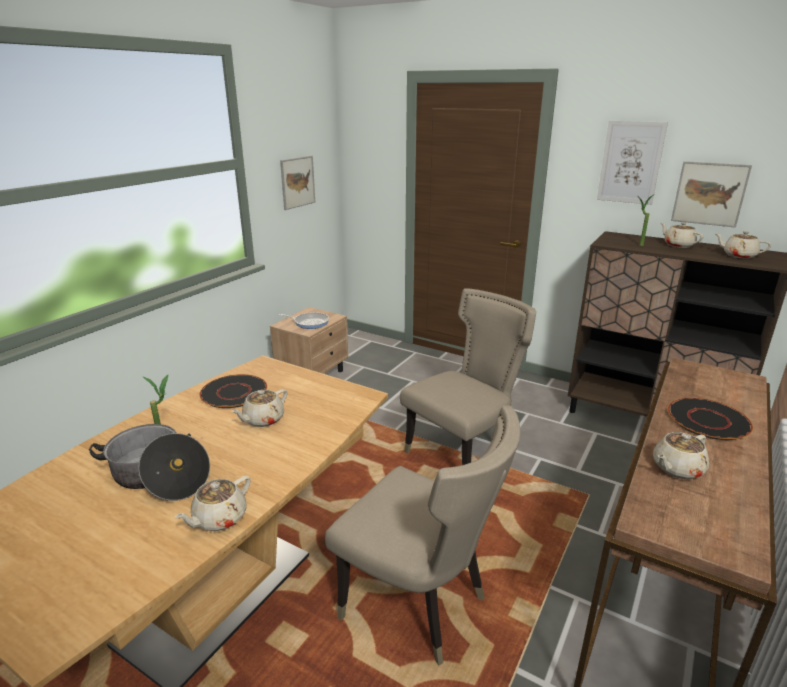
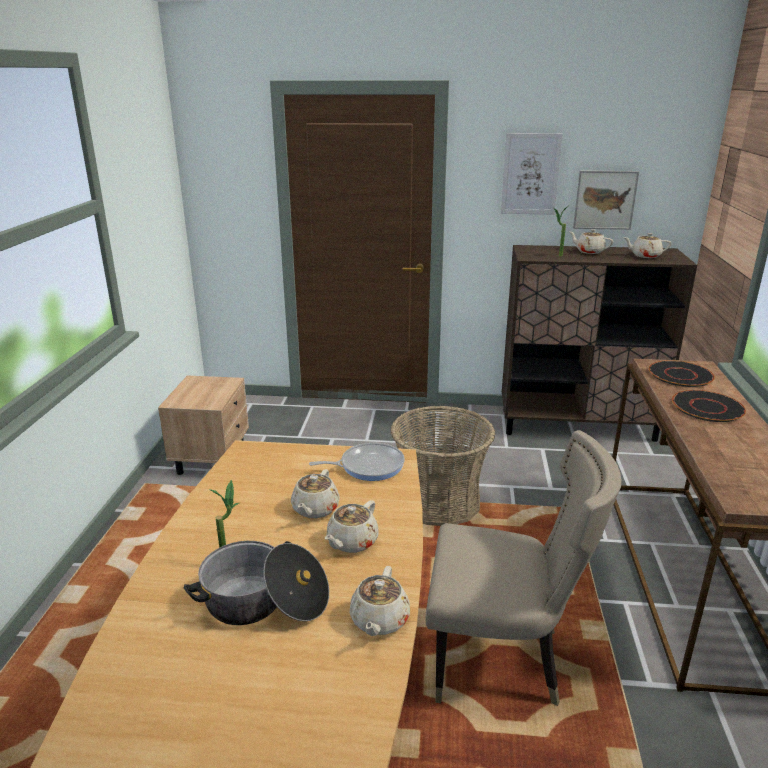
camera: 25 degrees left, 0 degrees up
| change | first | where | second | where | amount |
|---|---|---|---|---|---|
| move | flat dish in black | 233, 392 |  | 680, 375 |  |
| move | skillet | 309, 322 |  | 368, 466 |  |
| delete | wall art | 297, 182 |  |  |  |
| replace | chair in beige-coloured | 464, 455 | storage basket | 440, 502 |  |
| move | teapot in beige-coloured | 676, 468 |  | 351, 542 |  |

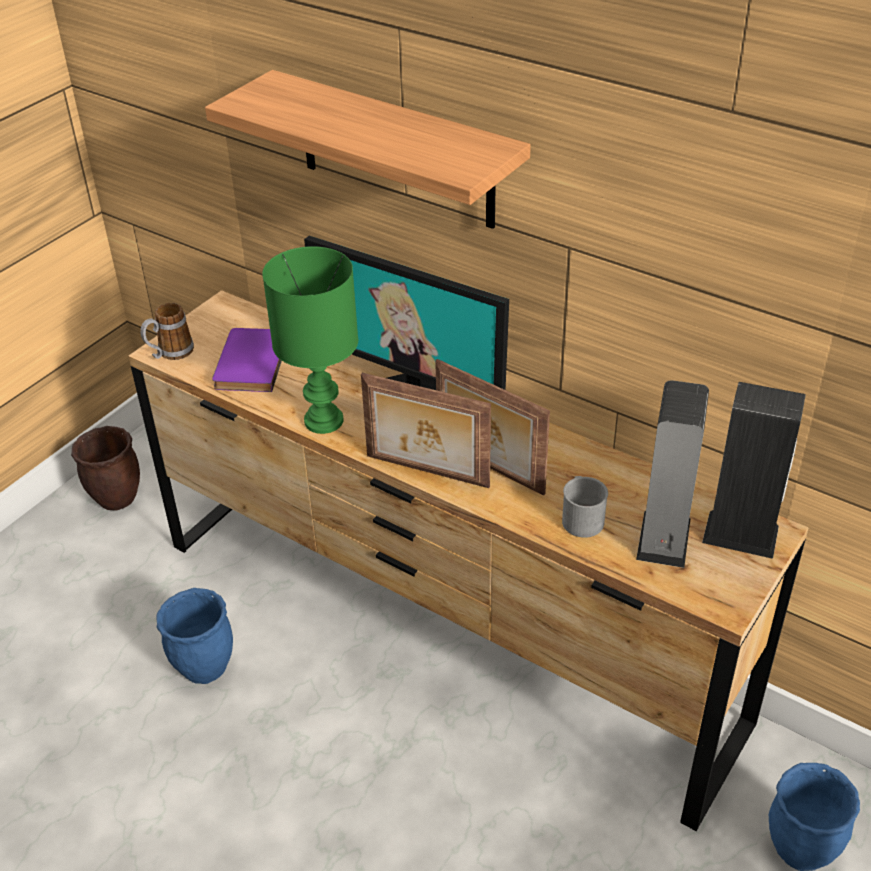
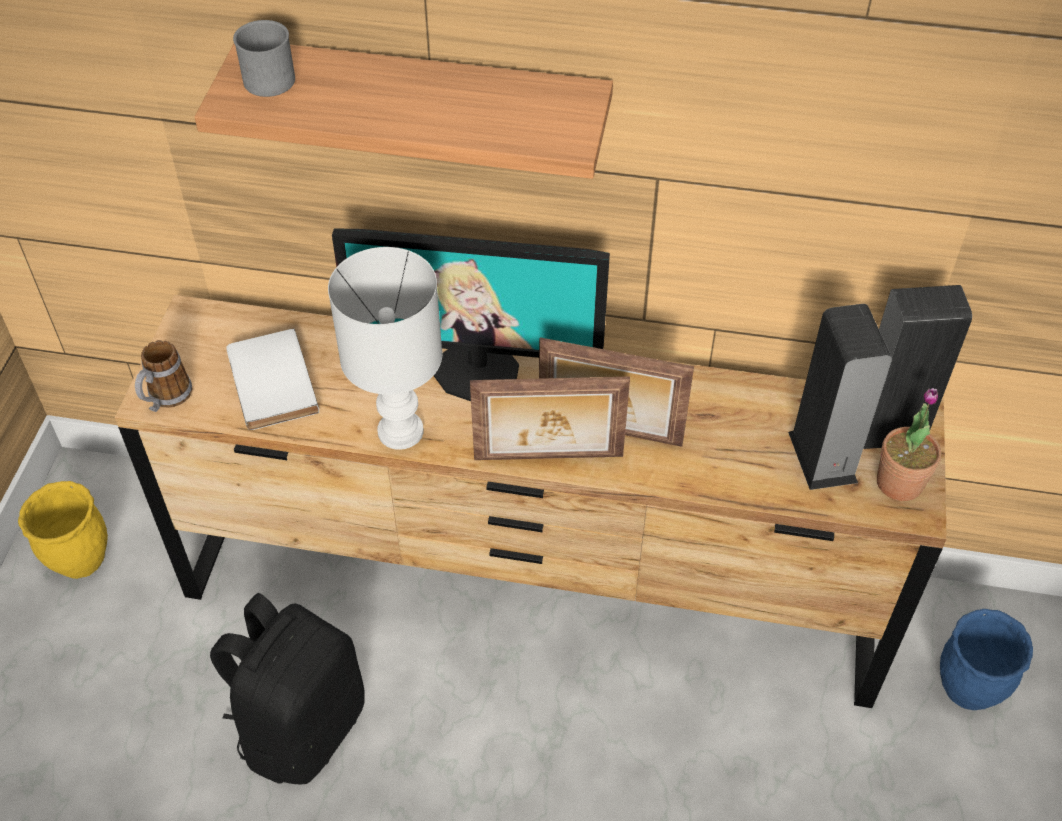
camera: 25 degrees left, 10 degrees up
| change | first | where | second | where | amount |
|---|---|---|---|---|---|
| recolor | plant pot in brownish | 117, 499 | plant pot in yellowish | 81, 560 |  |
| replace | plant pot in bluish | 205, 668 | rucksack in black | 301, 726 |  |
| recolor | volume in purple | 248, 363 | volume in white | 268, 383 |  |
| recolor | lamp for a table in greenish | 322, 421 | lamp for a table in white | 399, 432 |  |
| move | tea mug in grey | 581, 517 |  | 265, 76 |  |
| insert |  |  | houseplant | 899, 483 |  |

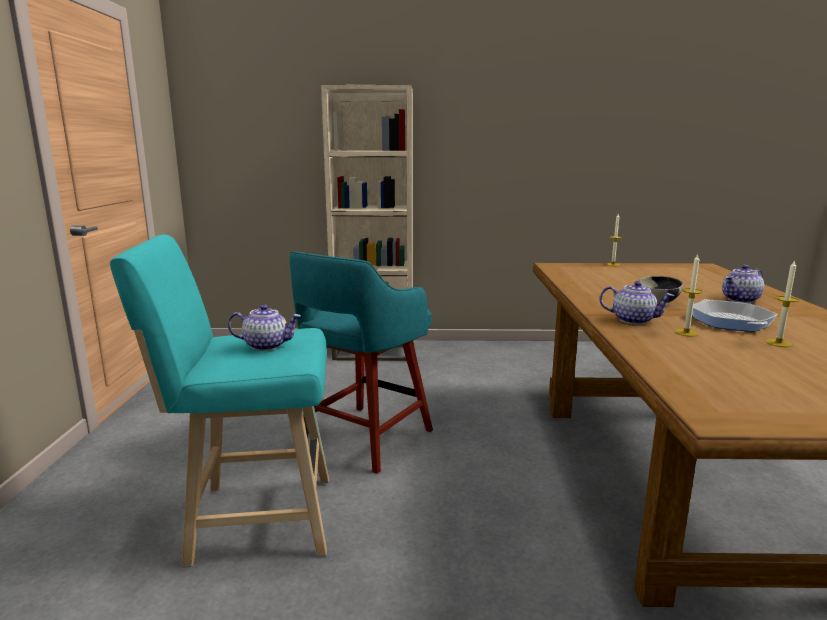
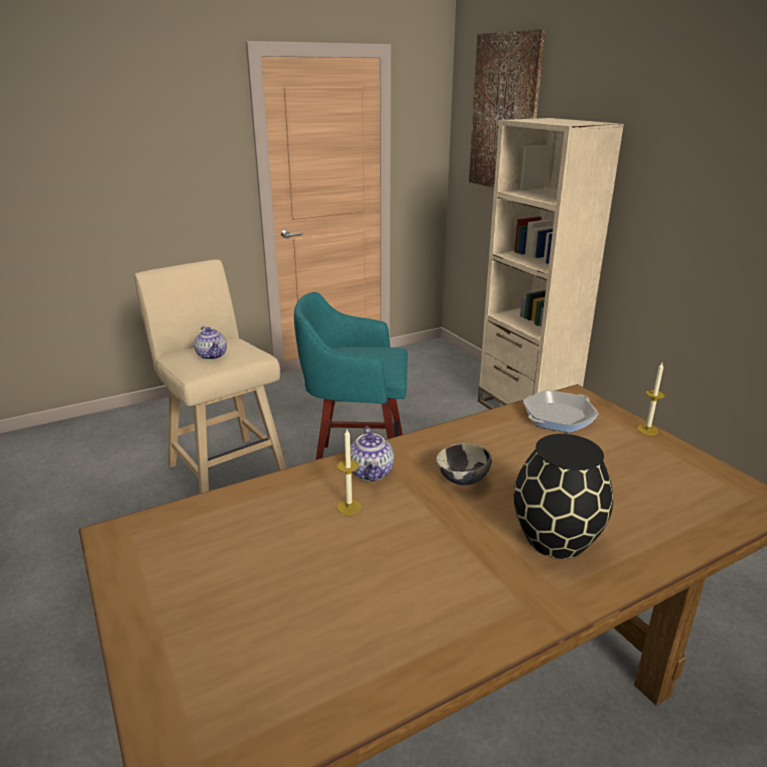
camera: 60 degrees right, 10 degrees up
| change | first | where | second | where | amount |
|---|---|---|---|---|---|
| recolor | sitting stool in turquoise-coloured | 253, 519 | sitting stool in beige-coloured | 224, 467 |  |
| move | skillet | 730, 321 |  | 558, 417 |  |
| replace | teapot | 741, 300 | decorative vase in black | 556, 540 |  |
| delete | candle | 778, 343 |  |  |  |
| insert |  |  | wall art | 505, 113 |  |

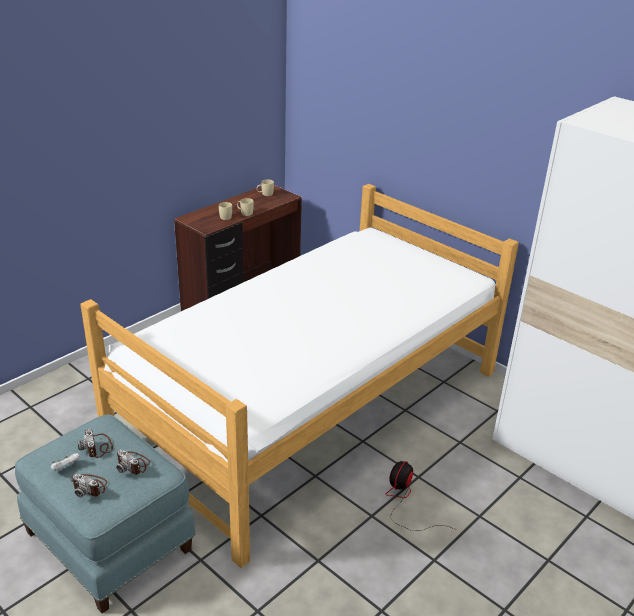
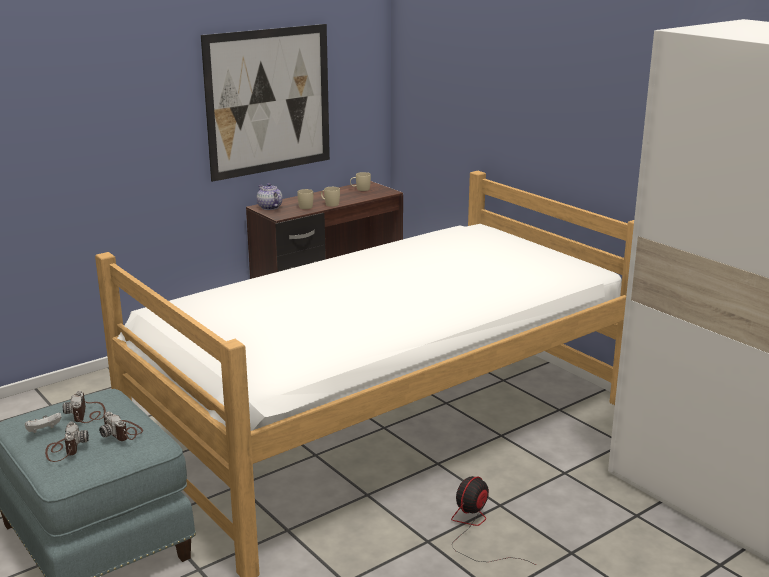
camera: 10 degrees right, 10 degrees down
| change | first | where | second | where | amount |
|---|---|---|---|---|---|
| rotate | photo camera | 90, 487 |  | 64, 449 | 135 degrees counterclockwise |
| insert |  |  | wall art | 269, 101 |  |
| insert |  |  | teapot | 269, 207 |  |

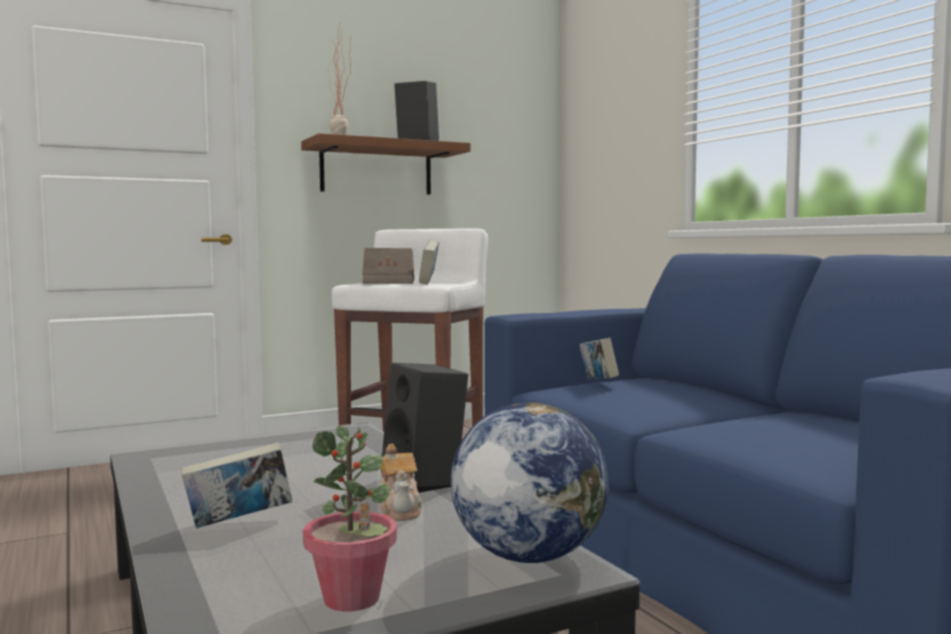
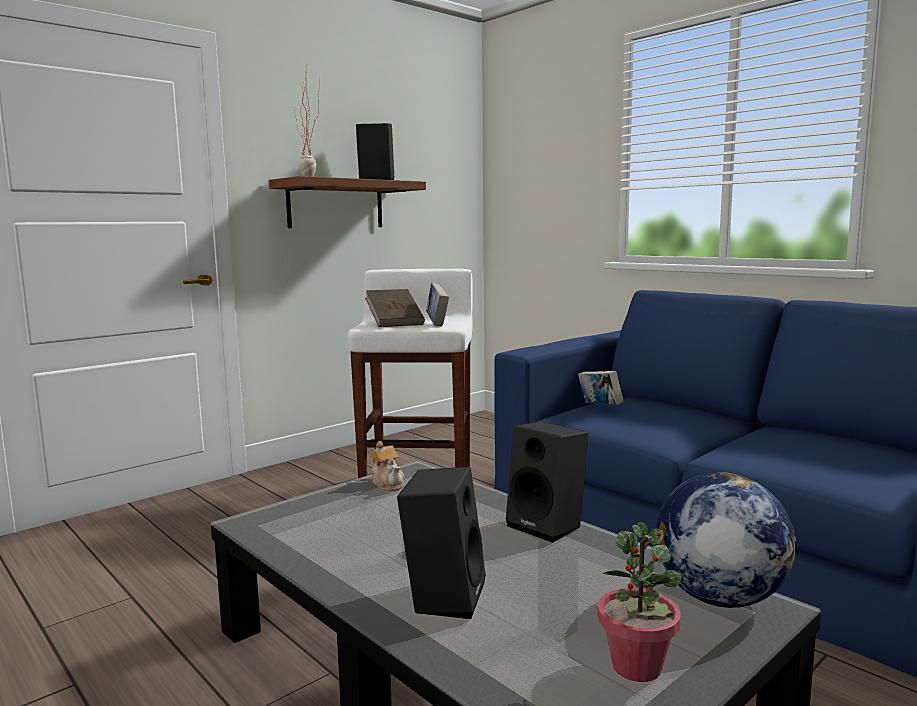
camera: 15 degrees left, 5 degrees up
| change | first | where | second | where | amount |
|---|---|---|---|---|---|
| replace | volume | 239, 523 | loudspeaker in black | 443, 596 |  |
| move | teapot | 400, 510 |  | 388, 483 |  |

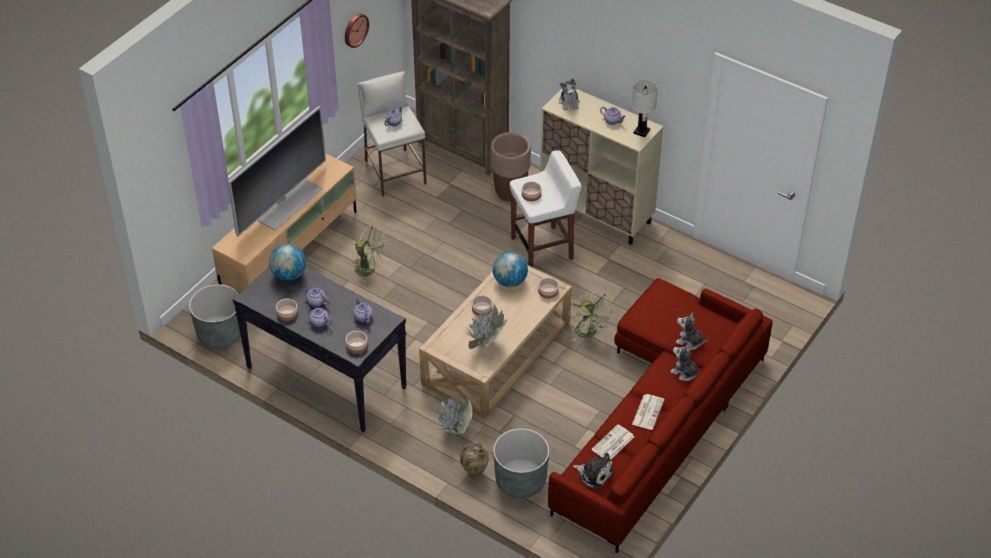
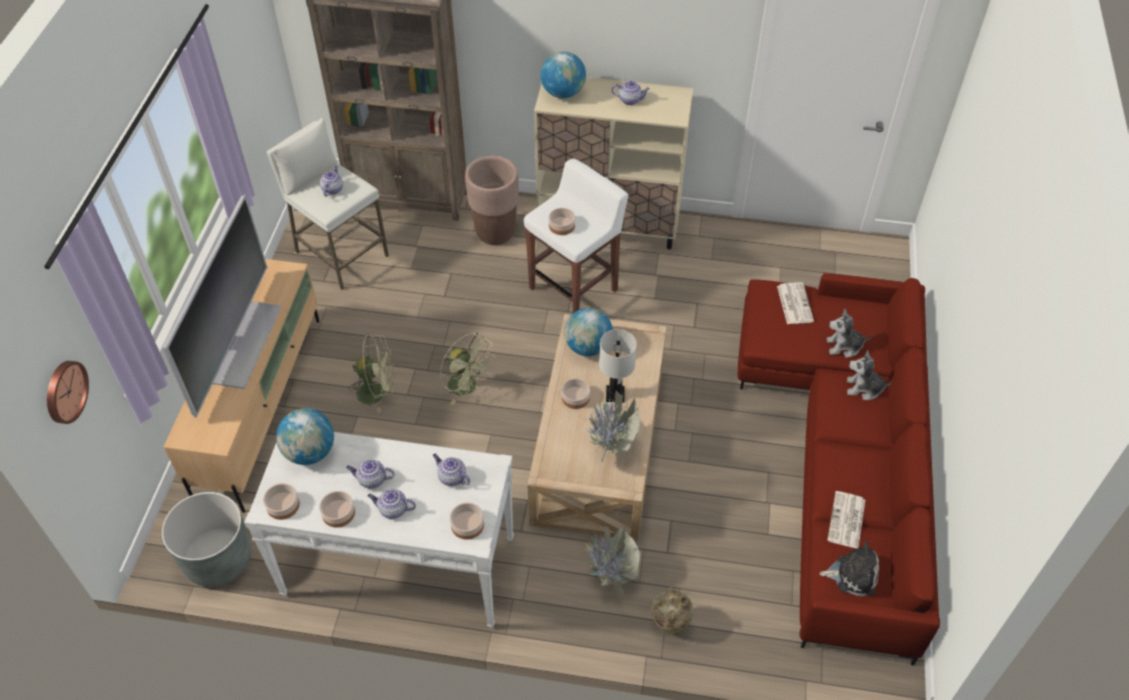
camera: 25 degrees left, 5 degrees up
| change | first | where | second | where | amount |
|---|---|---|---|---|---|
| recolor | console table in black | 325, 377 | console table in white | 398, 566 |  |
| move | hanging clock | 355, 30 |  | 64, 391 |  |
| delete | plant pot in grey | 520, 480 |  |  |  |
| move | serving bowl | 548, 291 |  | 283, 505 |  |
| replace | cuddly toy | 569, 102 | globe | 563, 93 |  |
| move | cooling fan in greenish | 589, 334 |  | 467, 387 |  |
| move | lamp for a table in white | 641, 131 |  | 614, 395 |  |
| move | newspaper | 648, 411 |  | 794, 303 |  |

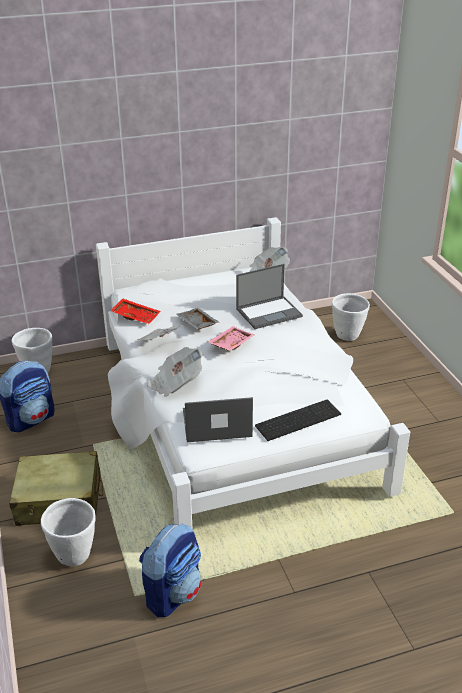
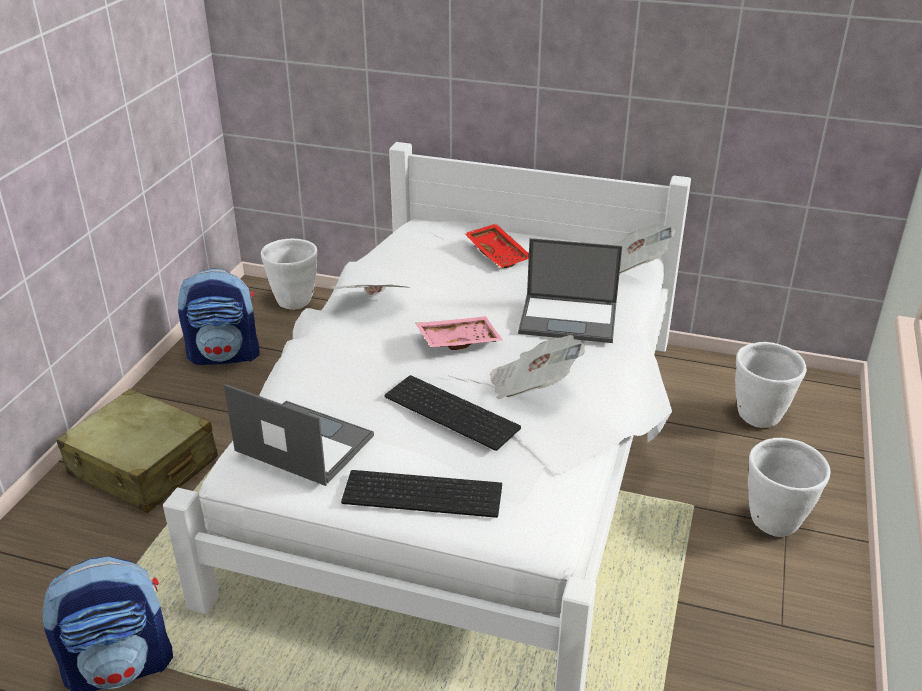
camera: 35 degrees right, 0 degrees up
| change | first | where | second | where | amount |
|---|---|---|---|---|---|
| move | plant pot in white | 74, 556 |  | 775, 523 |  |
| move | serving tray in red | 136, 316 |  | 499, 253 |  |
| move | newspaper | 175, 383 |  | 532, 387 |  |
| delete | serving tray in grey | 196, 324 |  |  |  |
| insert |  |  | computer keyboard | 454, 411 |  |

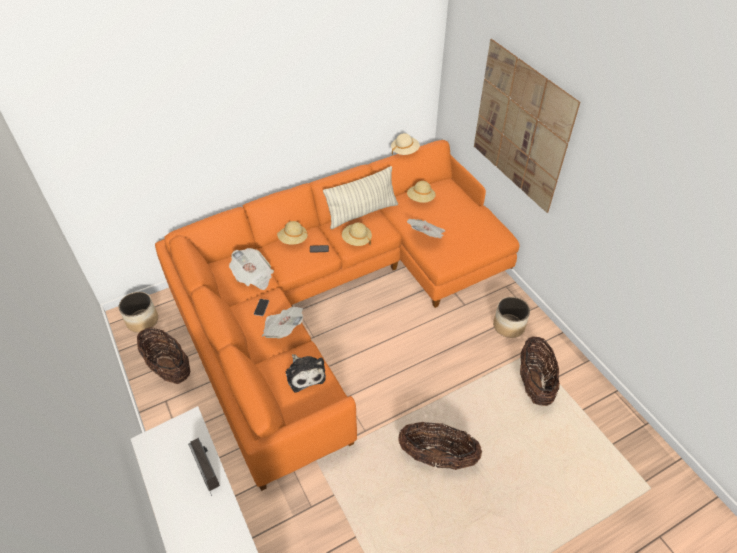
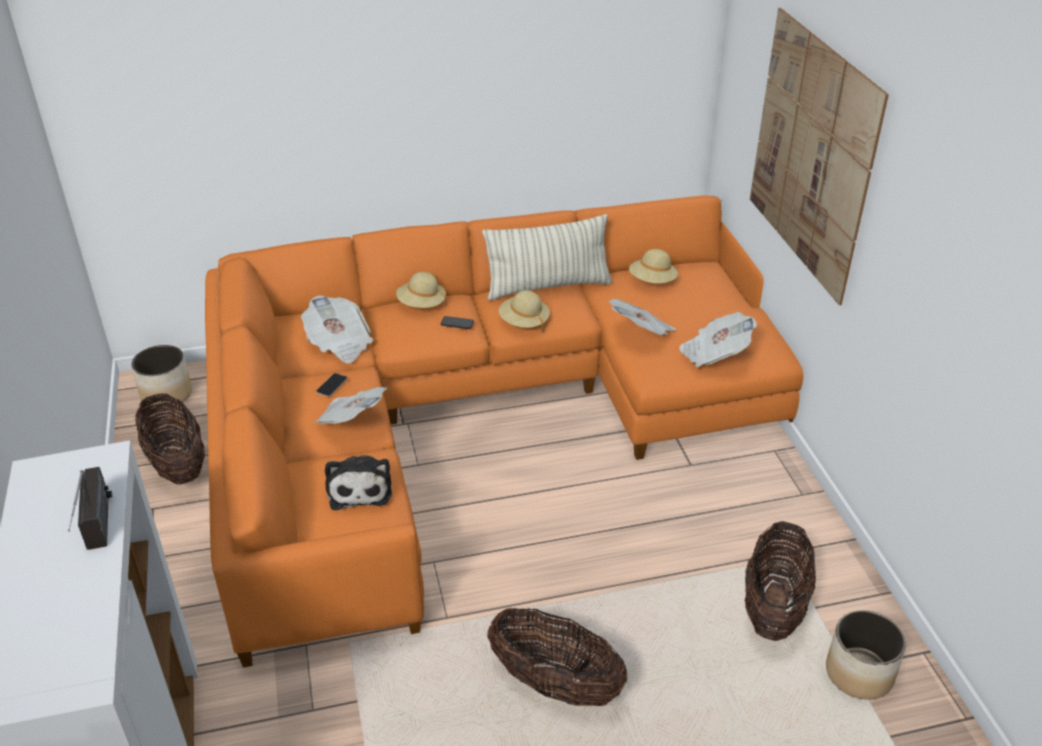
camera: 15 degrees right, 10 degrees down
| change | first | where | second | where | amount |
|---|---|---|---|---|---|
| delete | clothing hat in beige-coloured | 404, 151 |  |  |  |
| move | plant pot | 508, 326 |  | 858, 673 |  |
| insert |  |  | newspaper | 714, 354 |  |

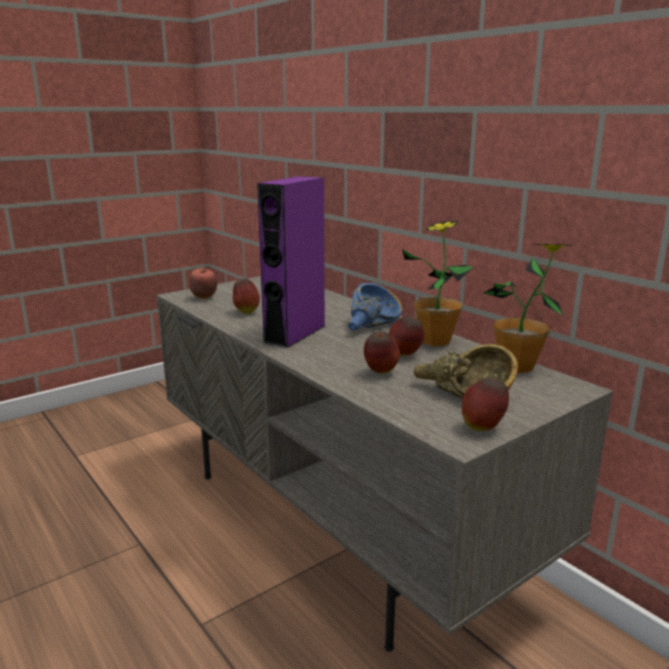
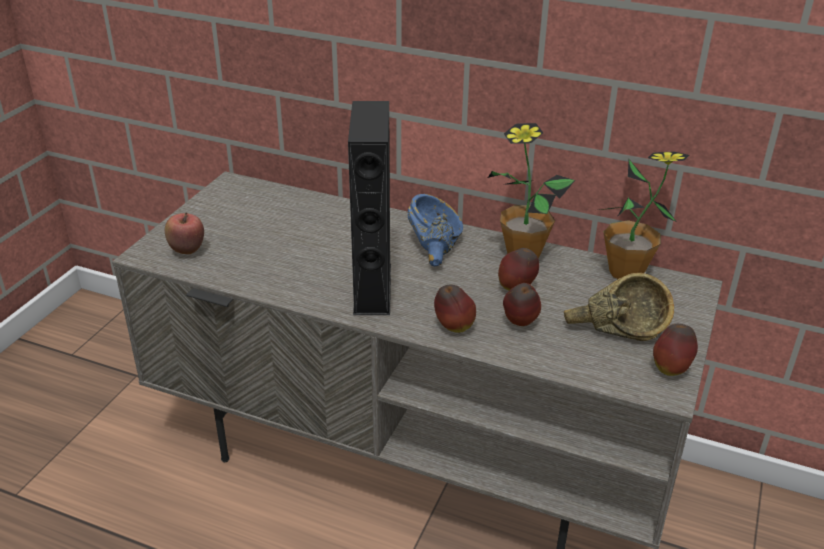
camera: 30 degrees left, 15 degrees up
| change | first | where | second | where | amount |
|---|---|---|---|---|---|
| move | apple | 246, 312 |  | 453, 327 |  |
| recolor | loudspeaker in purple | 295, 334 | loudspeaker in black | 372, 288 |  |

